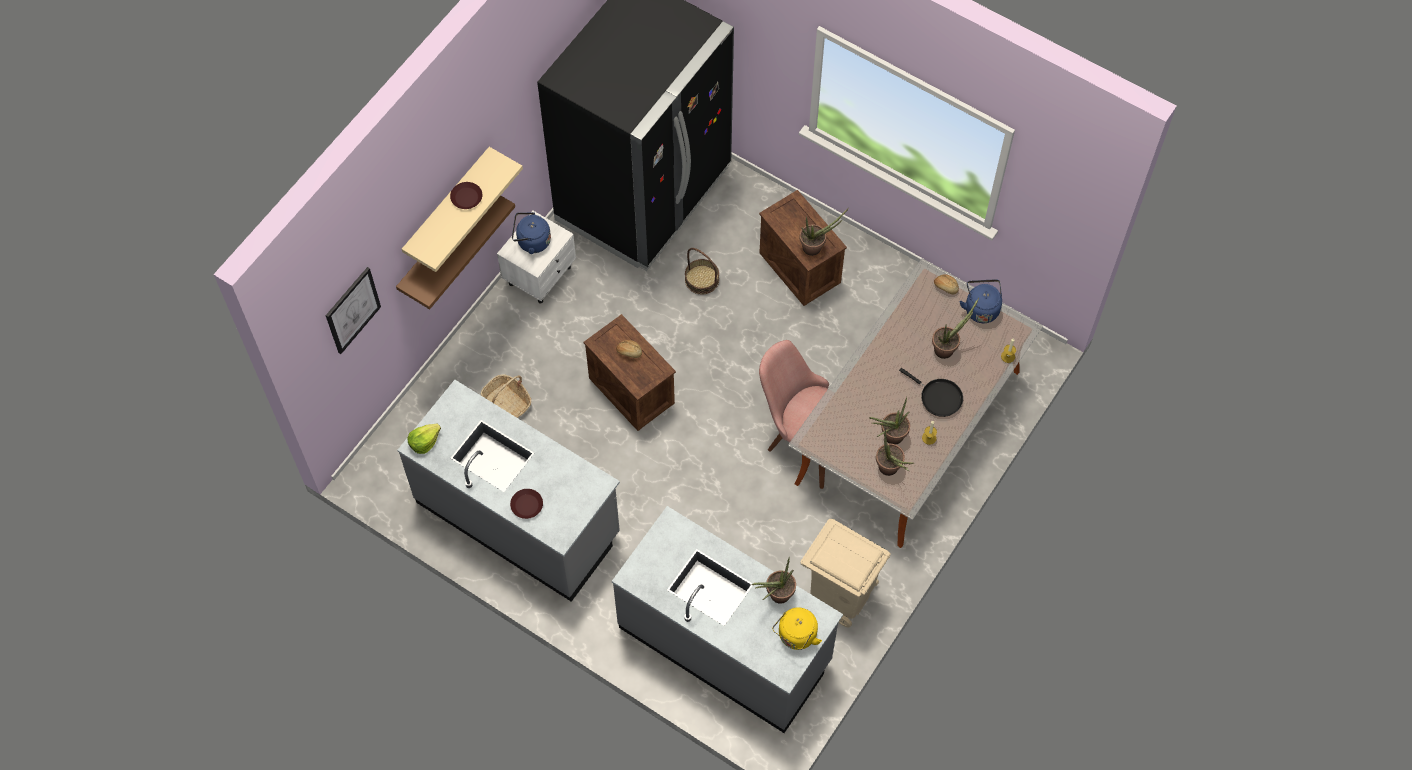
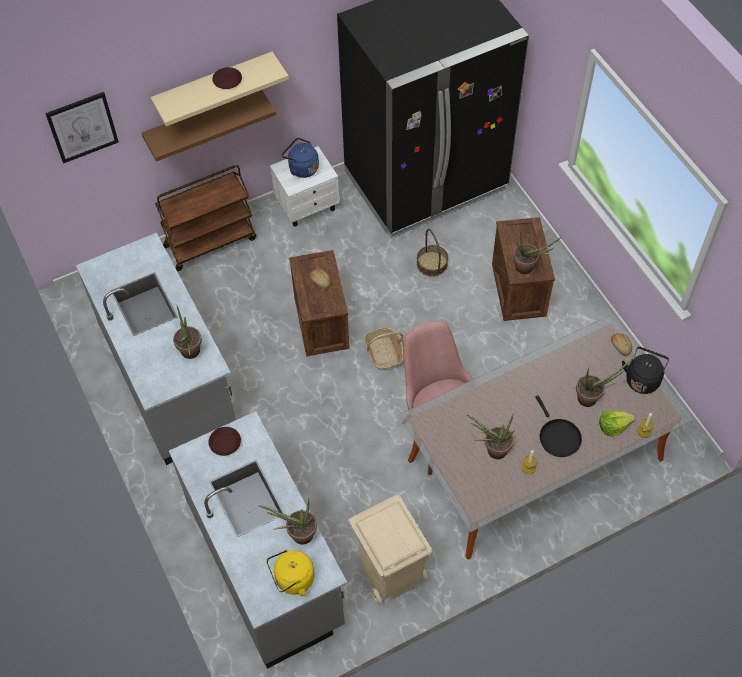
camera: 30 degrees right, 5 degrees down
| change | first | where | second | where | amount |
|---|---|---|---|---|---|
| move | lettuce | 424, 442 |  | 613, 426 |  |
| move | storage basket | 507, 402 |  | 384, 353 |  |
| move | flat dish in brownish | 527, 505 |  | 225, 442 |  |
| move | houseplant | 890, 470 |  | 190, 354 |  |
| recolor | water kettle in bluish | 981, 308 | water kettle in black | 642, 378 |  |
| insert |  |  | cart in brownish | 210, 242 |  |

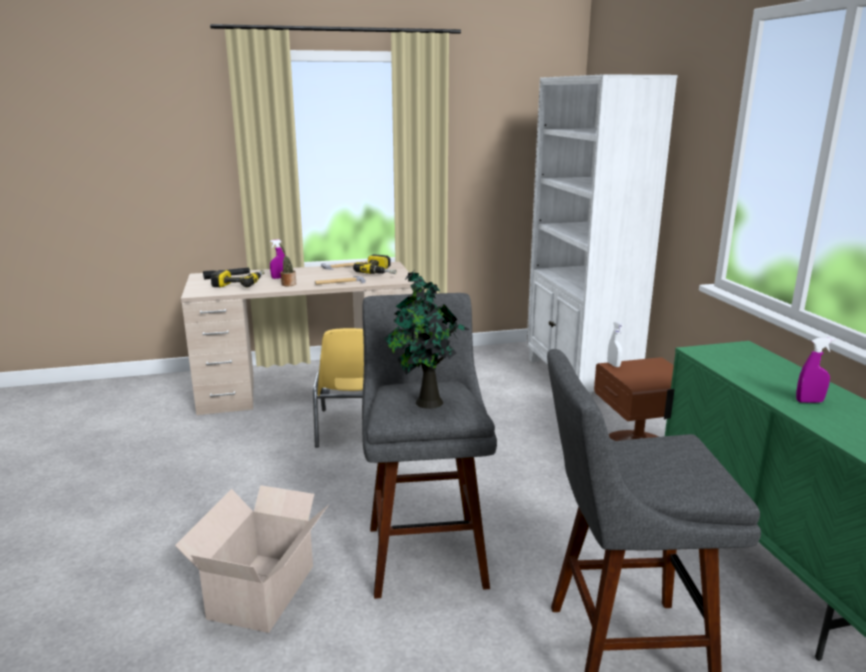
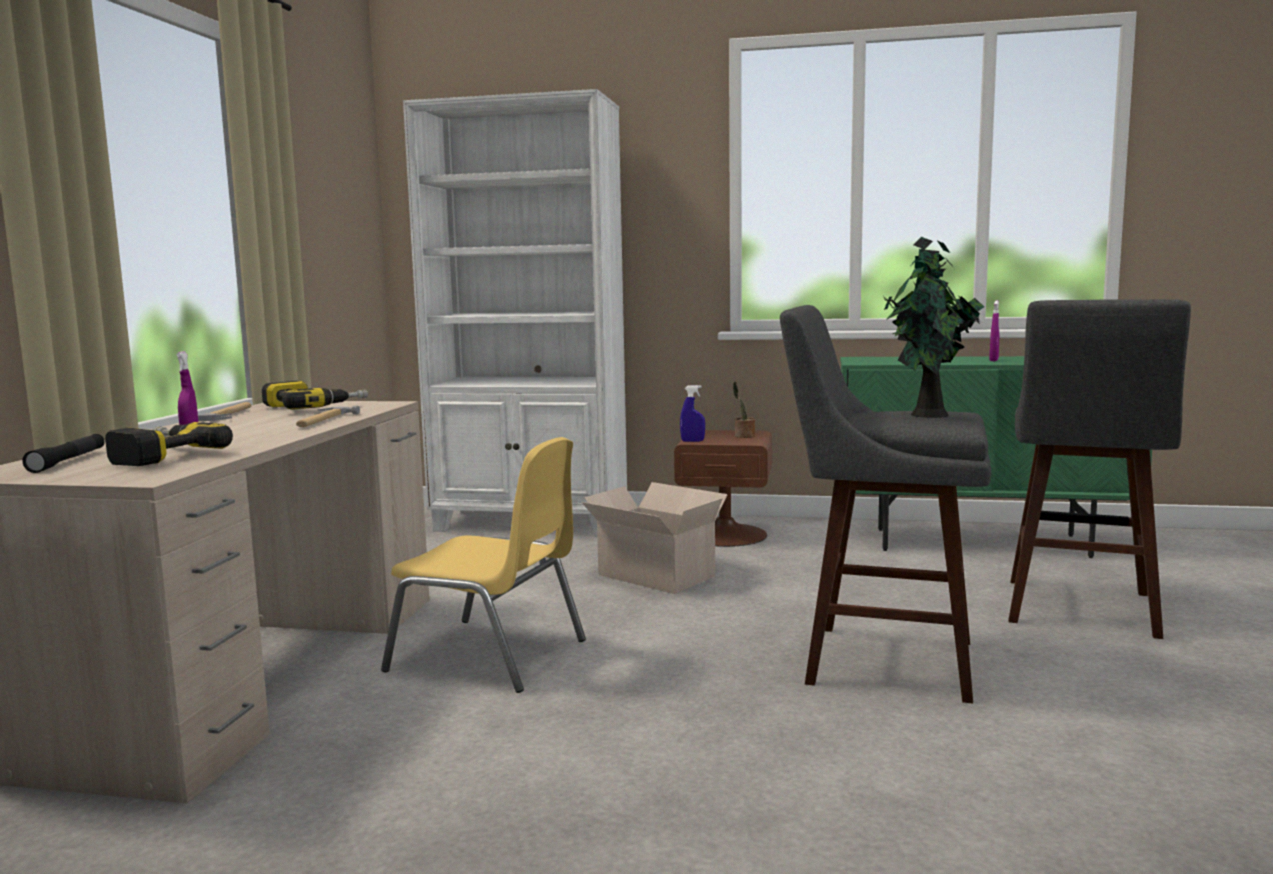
camera: 65 degrees left, 10 degrees down
| change | first | where | second | where | amount |
|---|---|---|---|---|---|
| move | carton | 264, 589 |  | 654, 575 |  |
| move | houseplant | 288, 284 |  | 743, 436 |  |
| recolor | spray bottle in white | 613, 365 | spray bottle in bluish | 692, 441 |  |

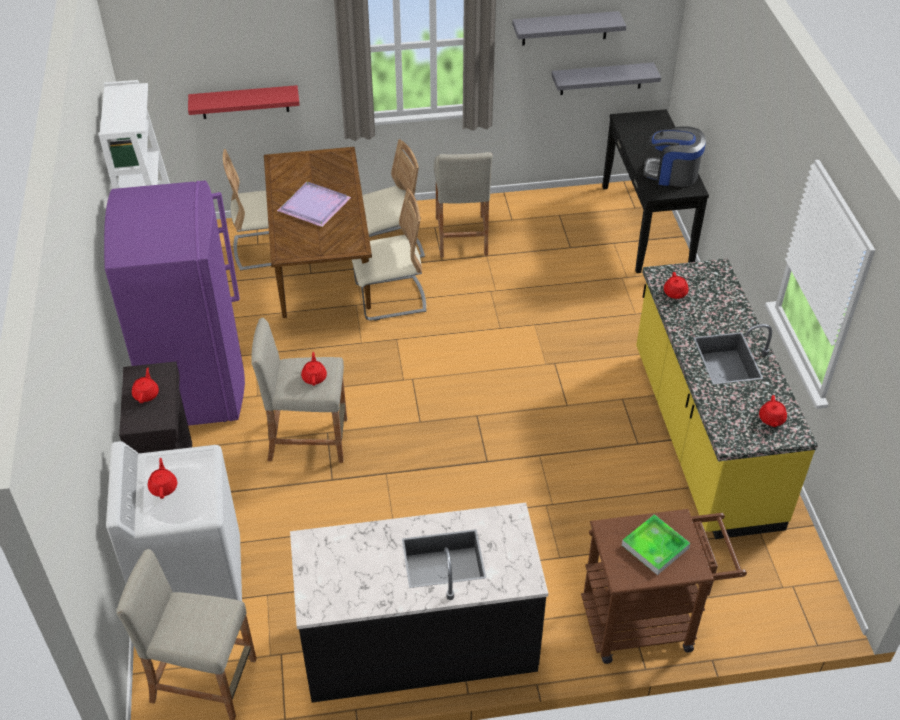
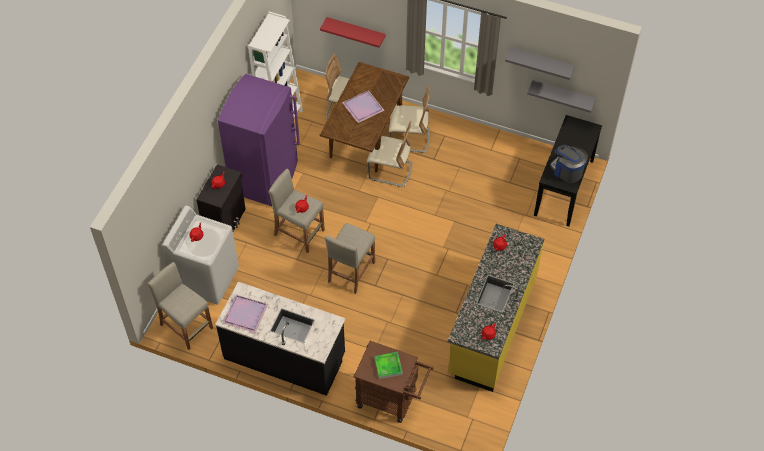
camera: 30 degrees right, 10 degrees up
| change | first | where | second | where | amount |
|---|---|---|---|---|---|
| move | sitting stool in beige-coloured | 461, 236 |  | 351, 272 |  |
| insert |  |  | serving tray in purple | 244, 314 |  |

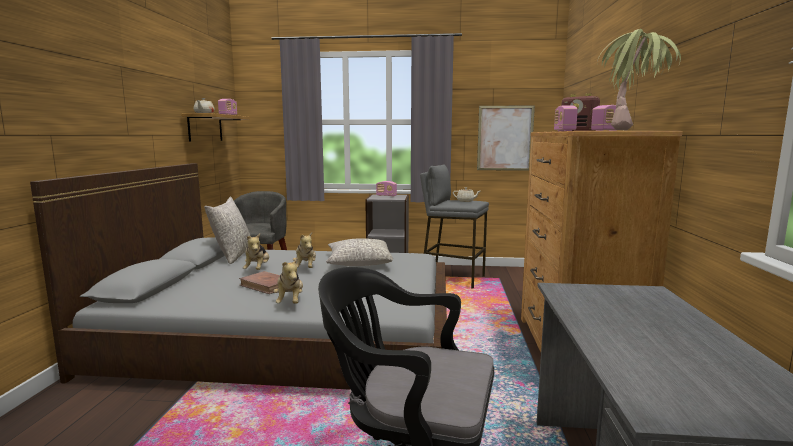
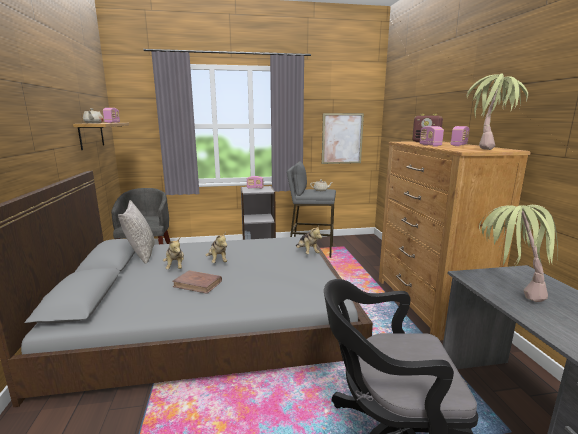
camera: 15 degrees left, 5 degrees up
| change | first | where | second | where | amount |
|---|---|---|---|---|---|
| move | cuddly toy | 290, 302 |  | 307, 253 |  |
| delete | pillow in grey | 358, 262 |  |  |  |
| insert |  |  | houseplant | 507, 296 |  |

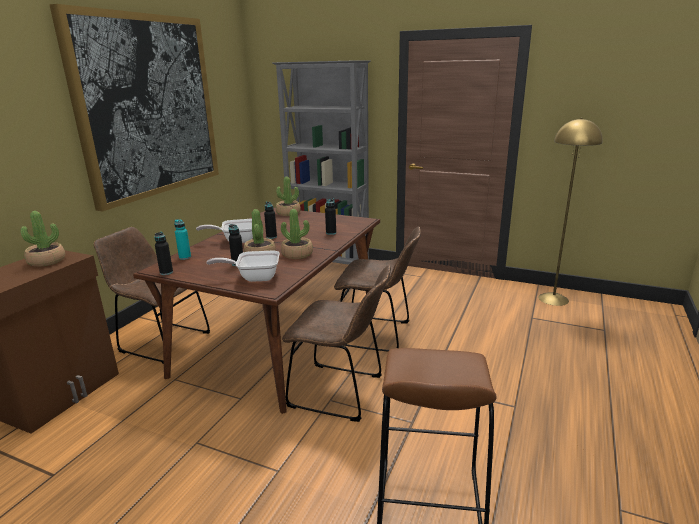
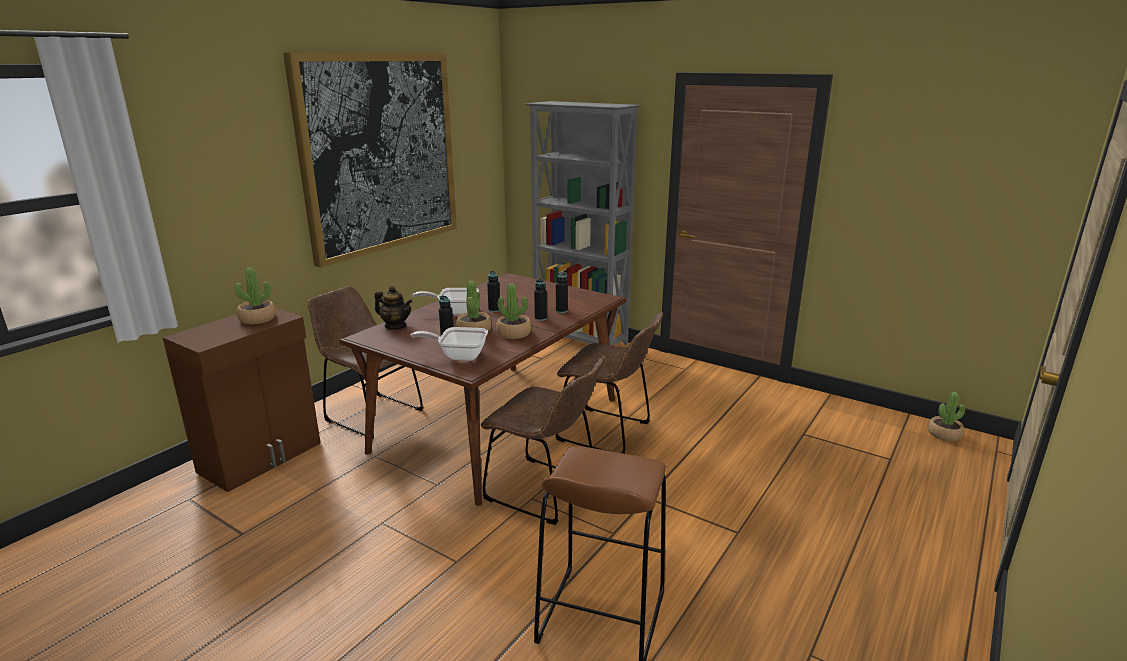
camera: 10 degrees right, 0 degrees up
| change | first | where | second | where | amount |
|---|---|---|---|---|---|
| move | drink bottle in black | 166, 272 |  | 540, 318 |  |
| replace | drink bottle in turquoise-coloured | 185, 257 | teapot | 395, 326 |  |
| move | houseplant | 288, 213 |  | 944, 434 |  |
| delete | floor lamp in yellowish | 553, 299 |  |  |  |

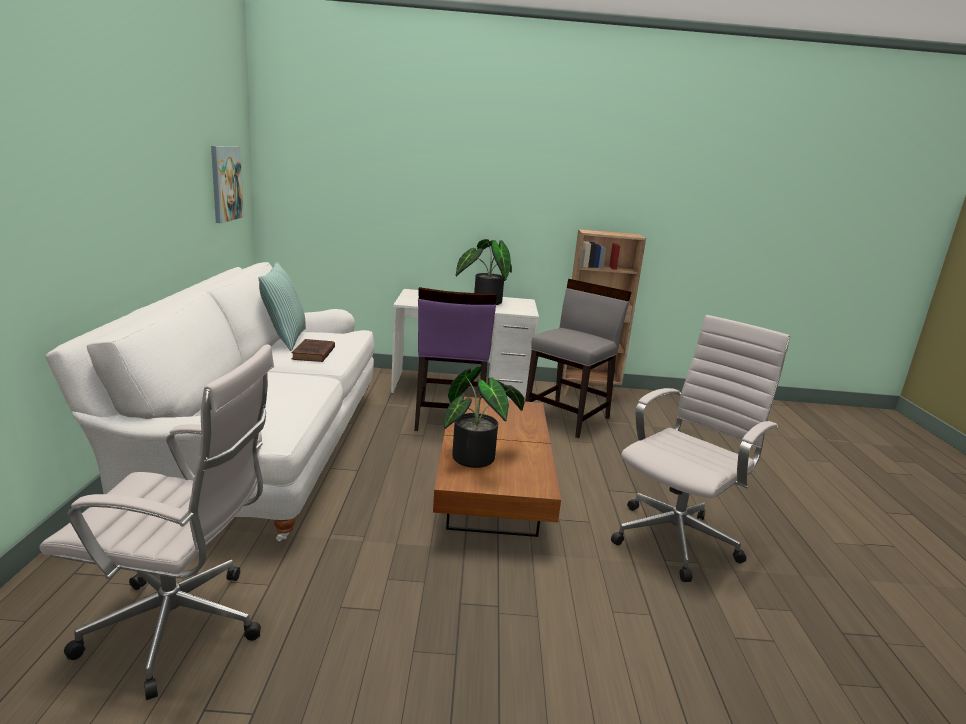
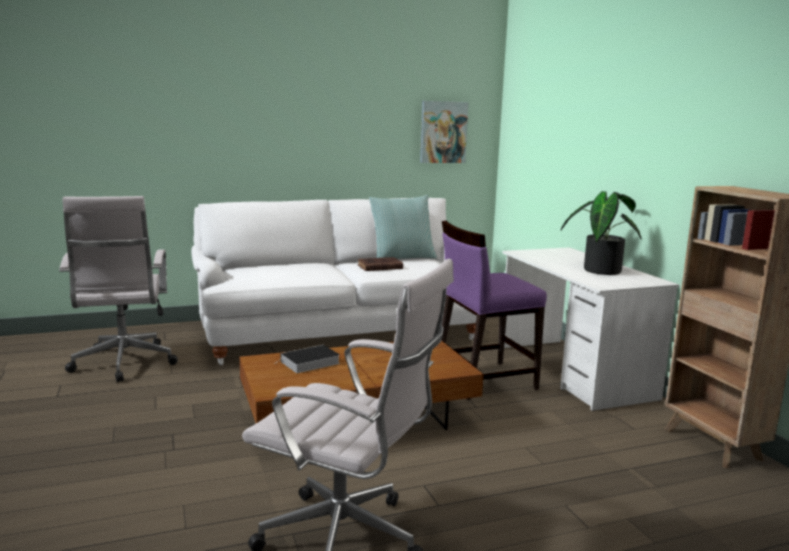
camera: 70 degrees right, 5 degrees down
| change | first | where | second | where | amount |
|---|---|---|---|---|---|
| replace | houseplant | 479, 458 | volume | 309, 363 |  |
| delete | chair in grey | 567, 417 |  |  |  |

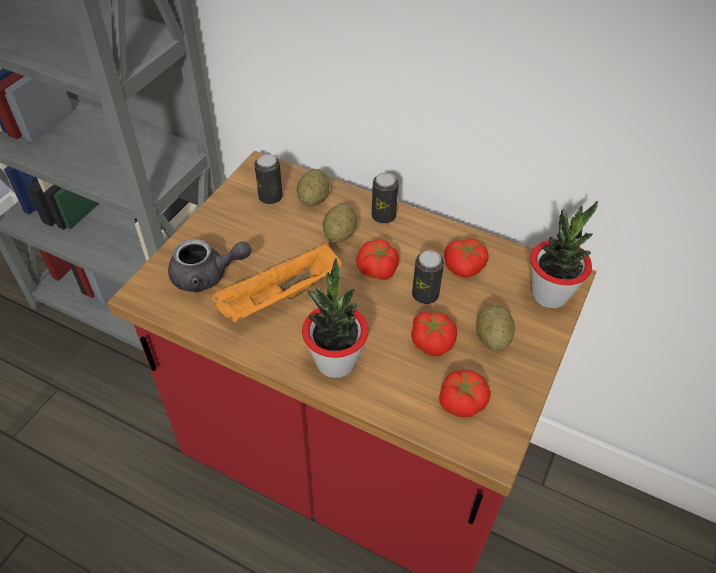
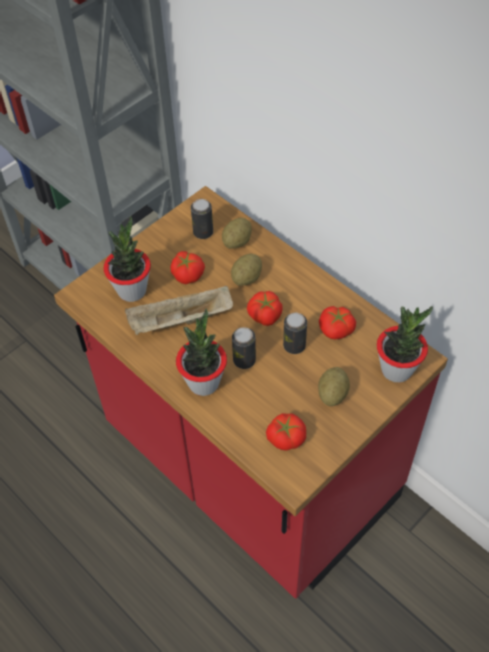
camera: 20 degrees right, 5 degrees up
| change | first | where | second | where | amount |
|---|---|---|---|---|---|
| replace | teapot in grey | 207, 276 | houseplant | 132, 290 |  |
| recolor | serving tray in orange | 279, 298 | serving tray in beige-coloured | 180, 321 |  |
| move | sealed can | 383, 216 |  | 244, 360 |  |
| move | whole tomato | 432, 341 |  | 188, 274 |  |

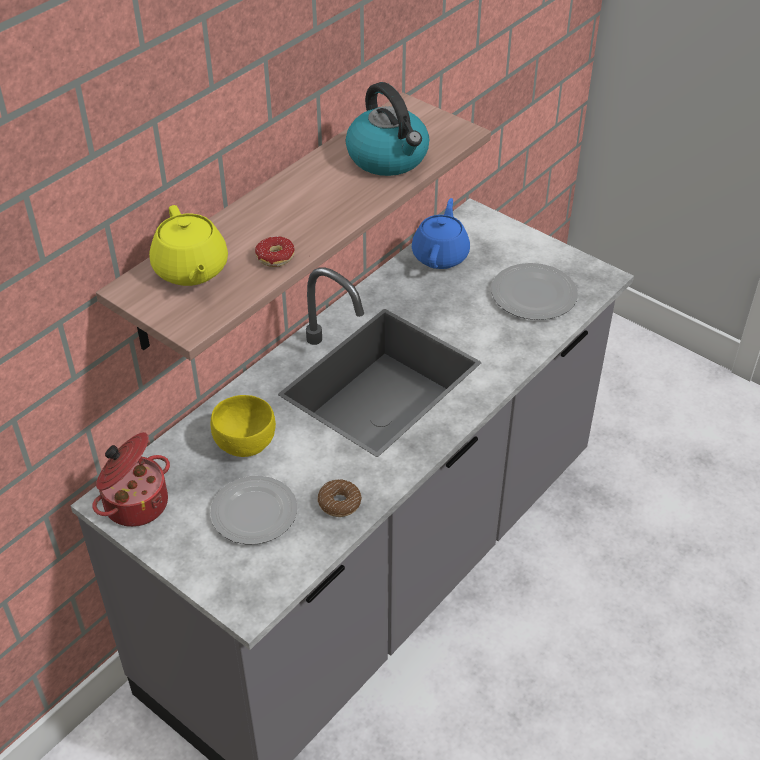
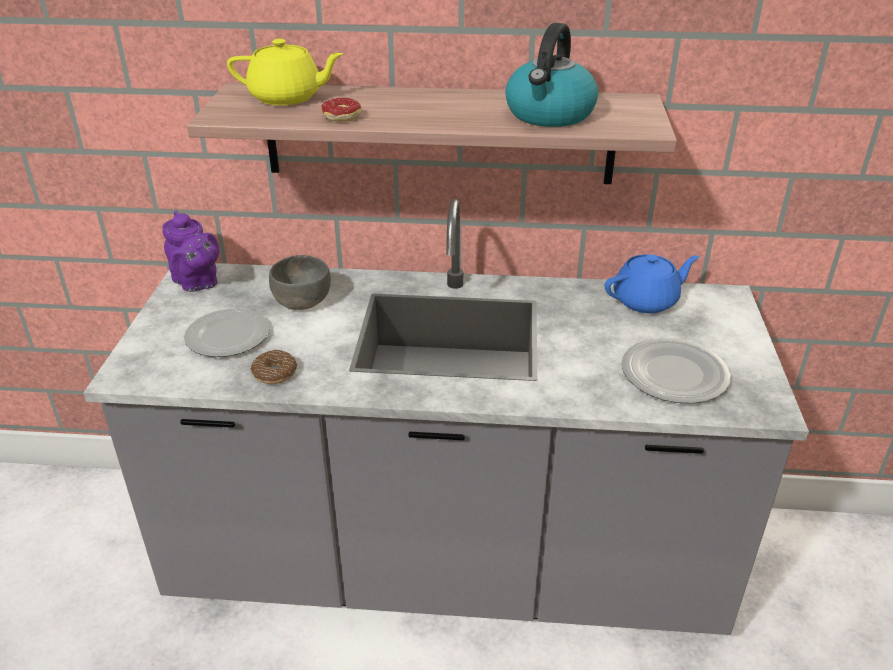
camera: 55 degrees right, 10 degrees down
| change | first | where | second | where | amount |
|---|---|---|---|---|---|
| replace | cooking pot | 135, 502 | teapot in purple | 197, 283 |  |
| rotate | teapot in yellowish | 191, 270 |  | 287, 98 | 120 degrees counterclockwise |
| recolor | serving bowl in yellowish | 244, 442 | serving bowl in grey | 302, 301 |  |

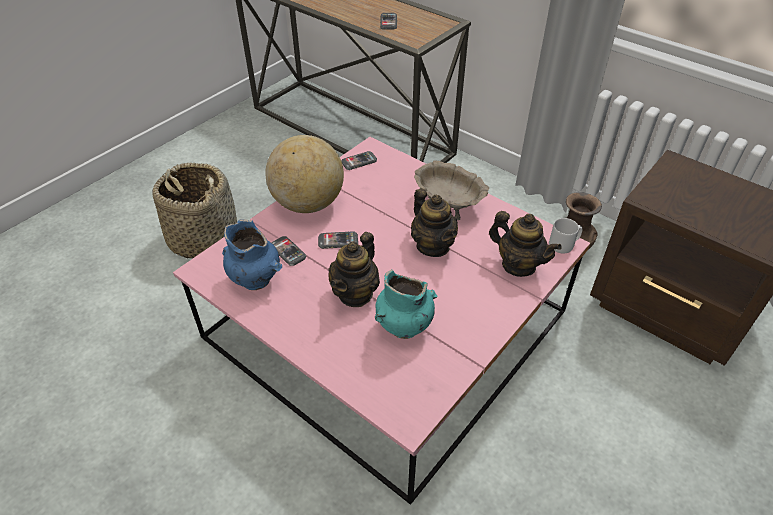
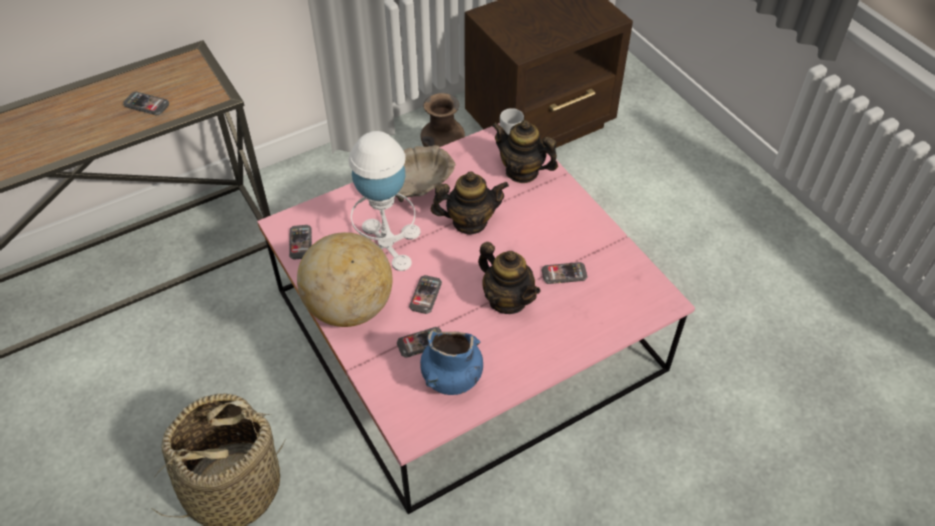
camera: 70 degrees left, 5 degrees up
| change | first | where | second | where | amount |
|---|---|---|---|---|---|
| replace | decorative vase in turquoise-coloured | 405, 326 | telephone | 564, 274 |  |
| rotate | teapot | 518, 265 |  | 522, 171 | 120 degrees counterclockwise |
| insert |  |  | lamp for a table in white | 386, 244 |  |

